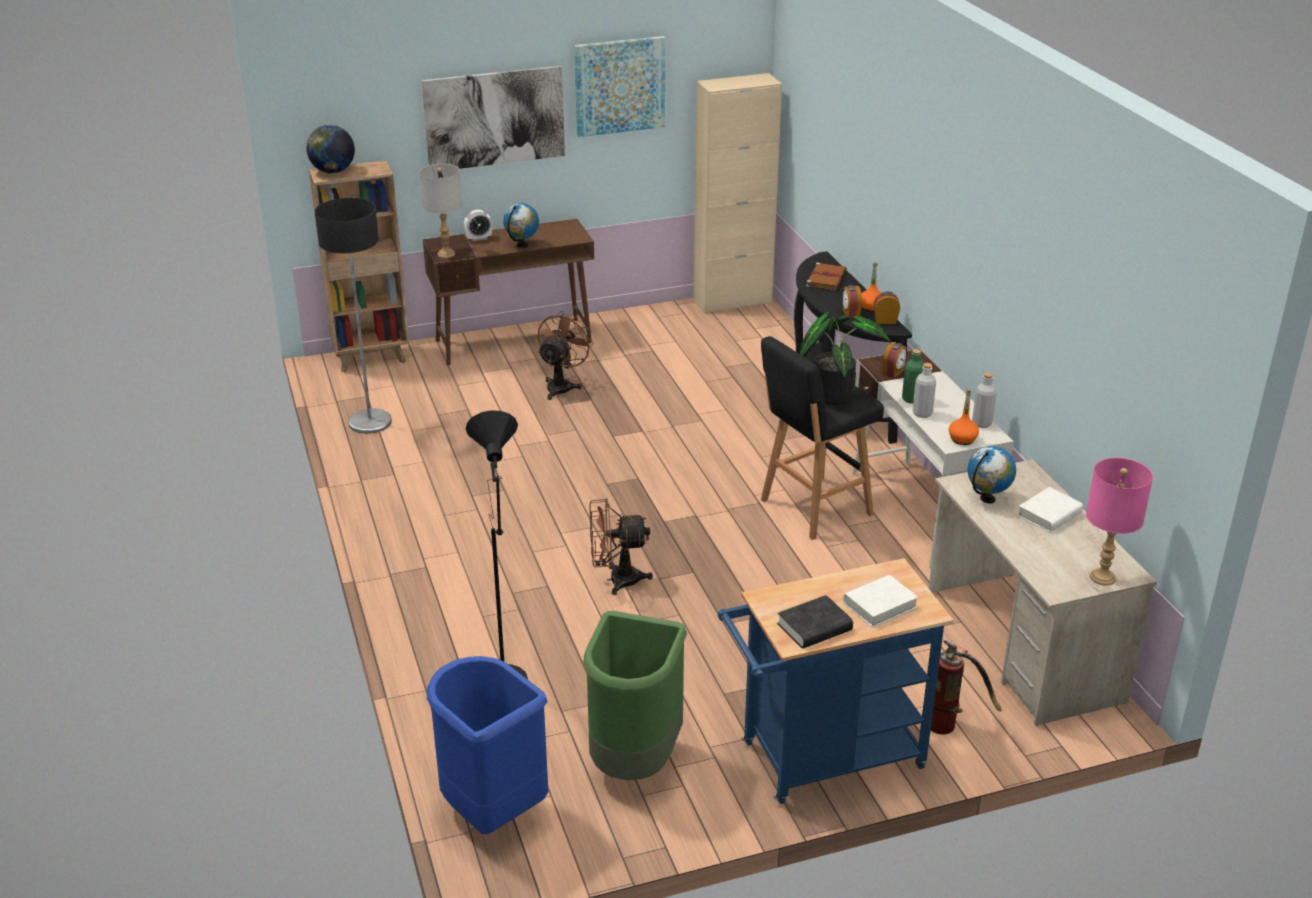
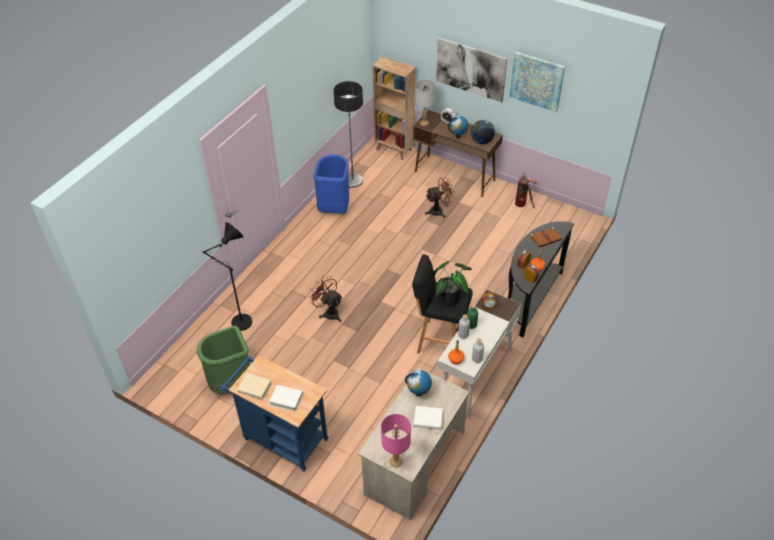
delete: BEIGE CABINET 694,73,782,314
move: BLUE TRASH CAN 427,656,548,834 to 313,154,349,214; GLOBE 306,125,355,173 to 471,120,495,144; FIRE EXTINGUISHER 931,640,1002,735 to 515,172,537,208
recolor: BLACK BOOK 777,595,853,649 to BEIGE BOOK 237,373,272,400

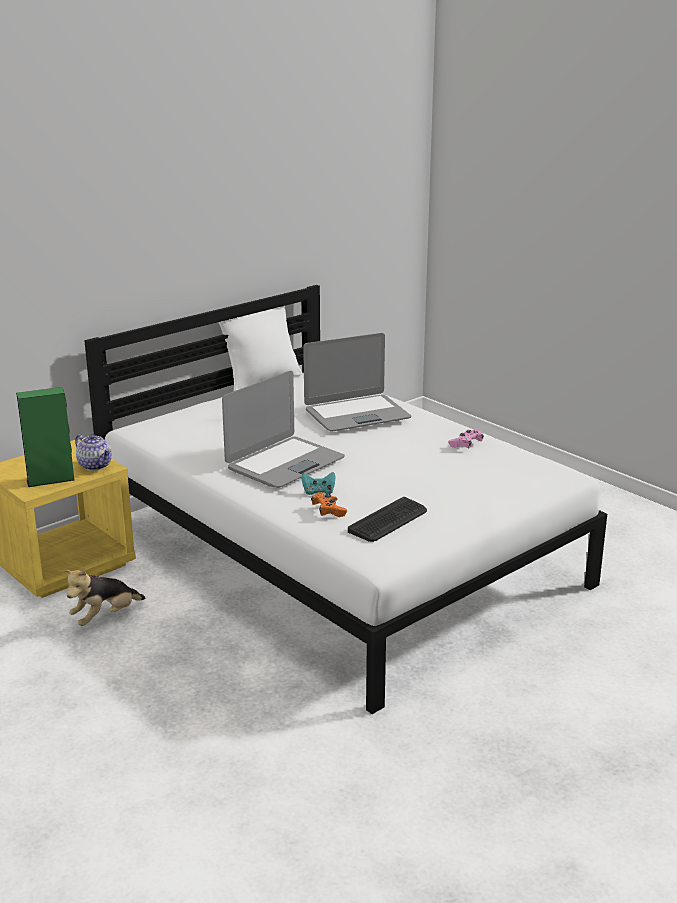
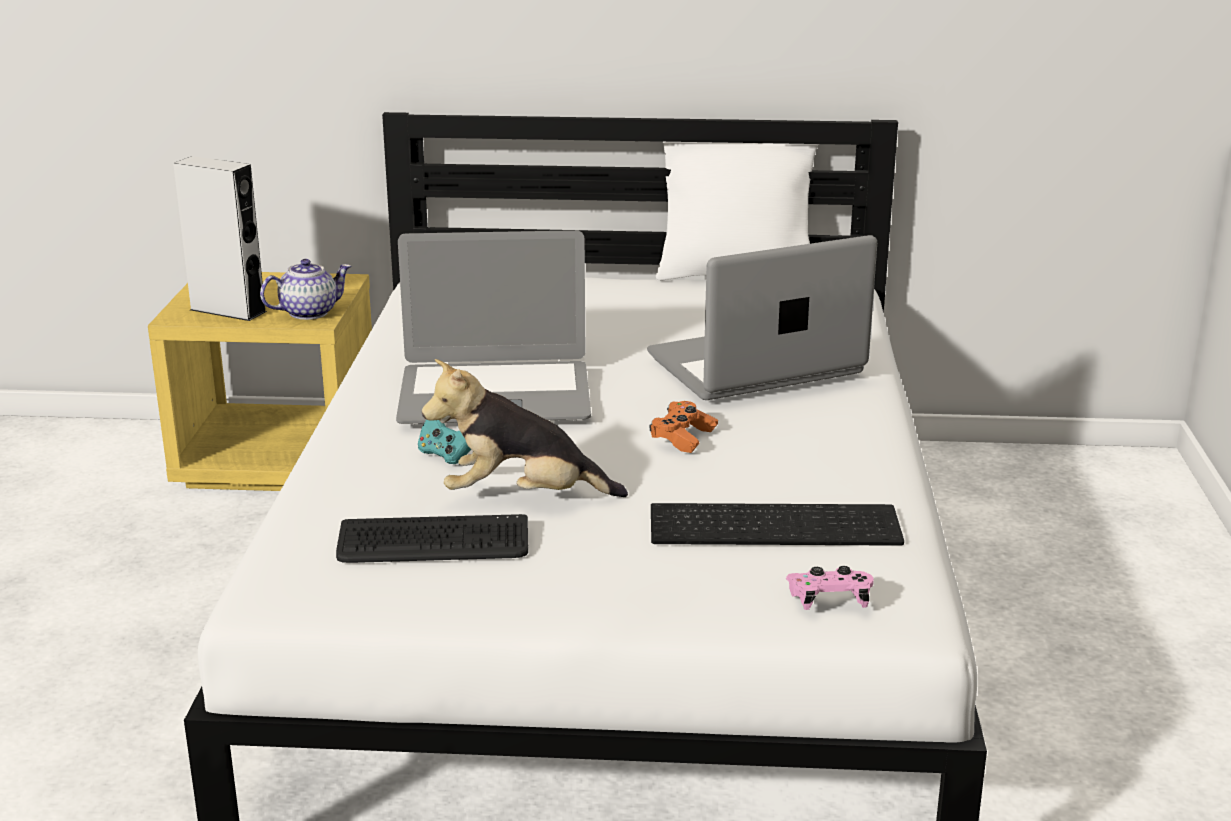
insert: KEYBOARD 651,503,904,546
move: PLUSH TOY 63,570,145,626 to 422,359,628,497; ORANGE GAME CONTROLLER 311,492,347,517 to 649,401,718,453; PINK GAME CONTROLLER 448,430,484,448 to 786,566,874,610
recolor: GREEN SPEAKER 16,387,75,487 to GREY SPEAKER 173,156,267,321
rotate: TEAPOT 75,434,112,471 = 260,259,352,320 120 degrees counterclockwise; LAPTOP 303,333,411,432 = 647,235,877,400 135 degrees clockwise

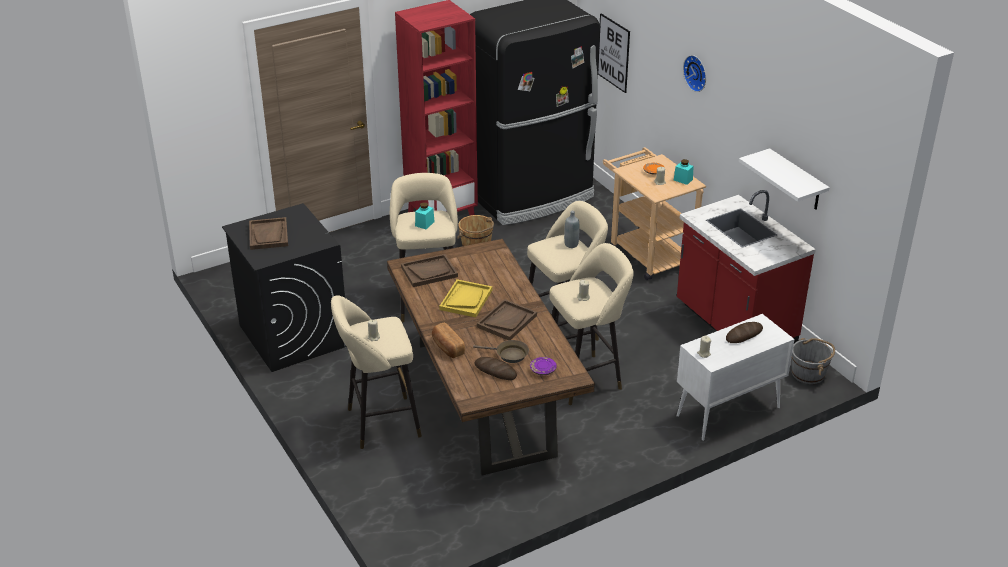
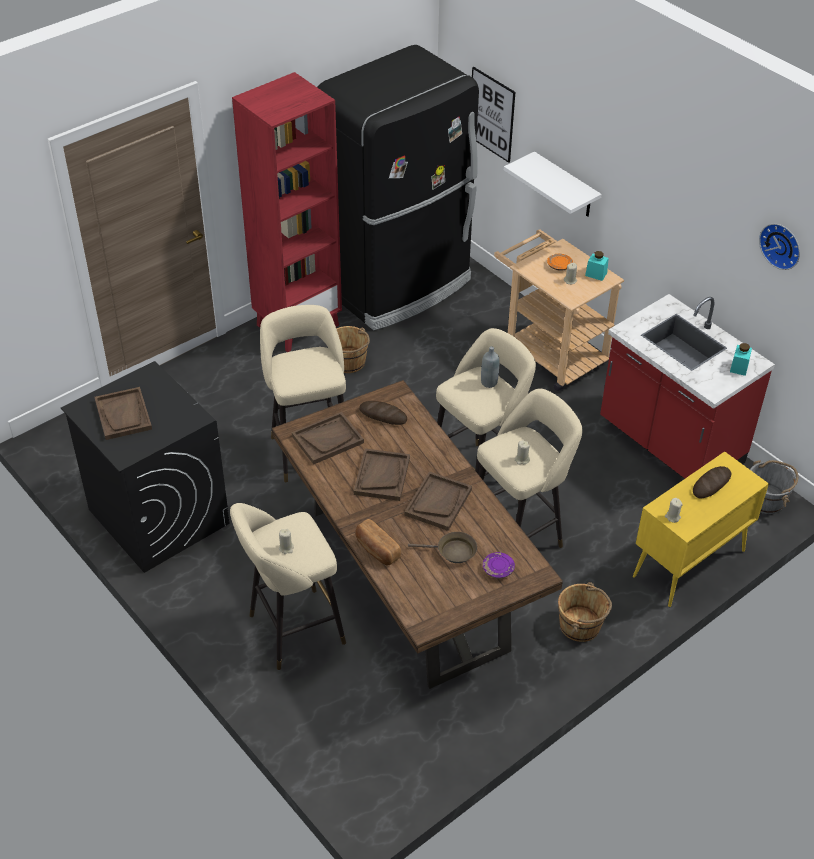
insert: BROWN BUCKET 558,582,612,642
move: BREAD 475,357,517,380 to 359,401,407,425; WHITE SHELF 739,148,830,210 to 504,152,602,217; TURQUOISE JAR 415,202,435,229 to 730,343,752,376; WALL CLOCK 683,55,706,92 to 759,224,800,270
recolor: YELLOW TRAY 439,279,492,317 to BROWN TRAY 354,449,410,501; WHITE CABINET 676,314,794,441 to YELLOW CABINET 633,452,769,607

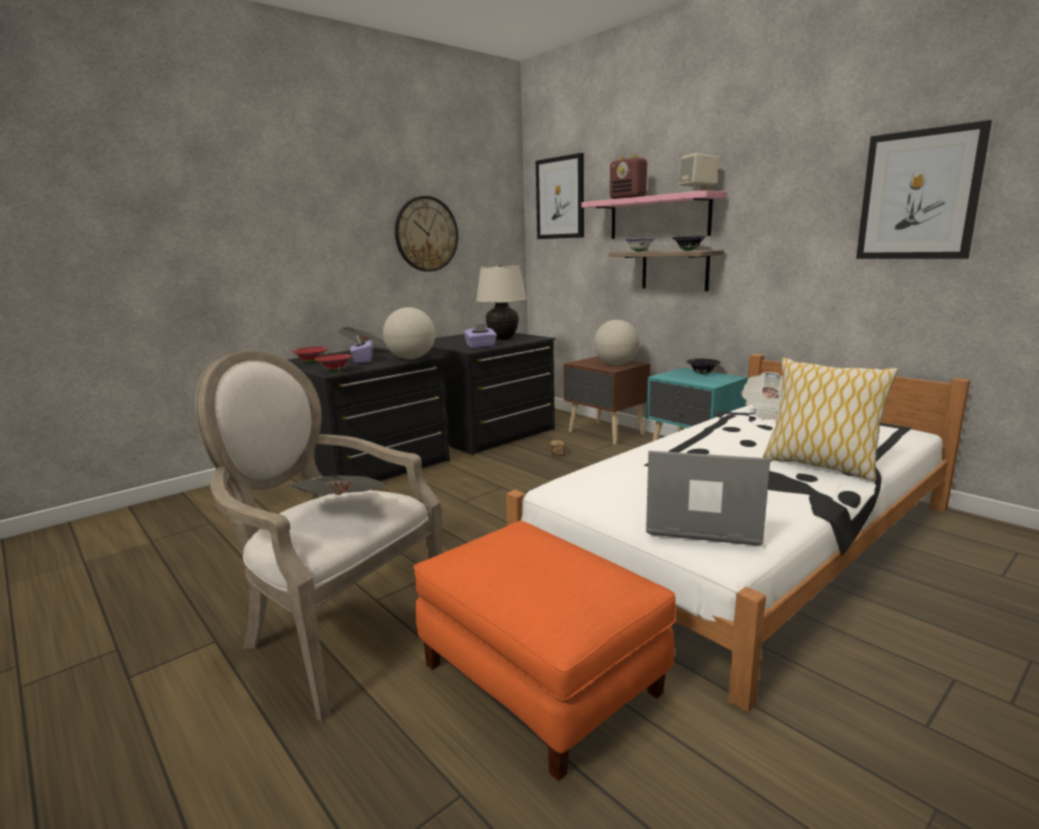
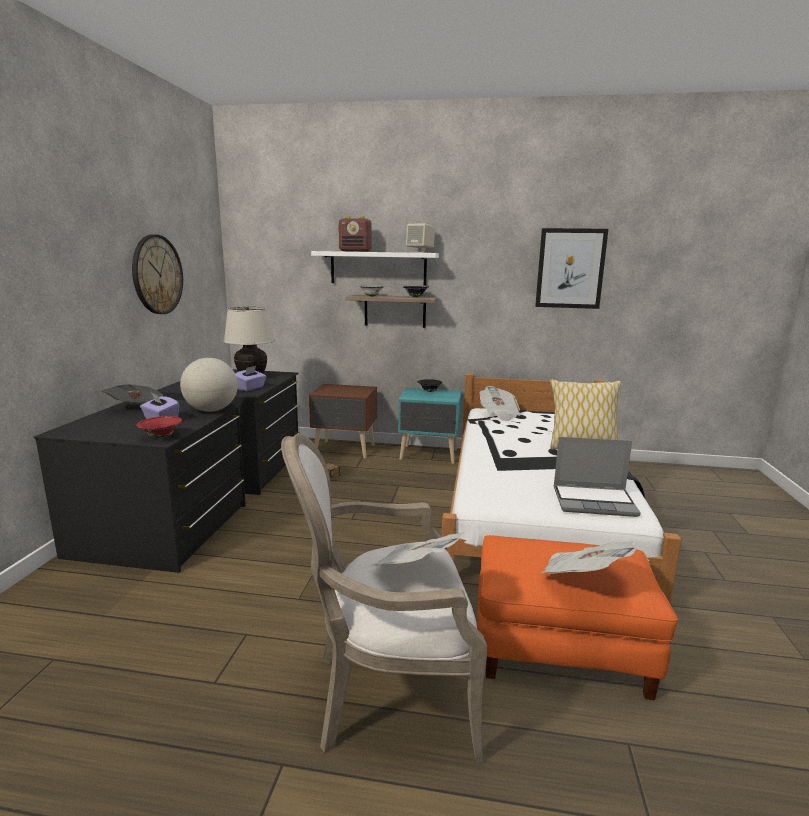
delete: RED BOWL 292,347,328,364; PICTURE 536,153,584,239; GLOBE 594,320,640,365
insert: NEWSPAPER 541,541,636,574
recolor: PINK SHELF 581,190,727,239 to WHITE SHELF 311,251,439,286
rotate: LAPTOP 646,451,770,546 = 554,437,641,517 150 degrees counterclockwise

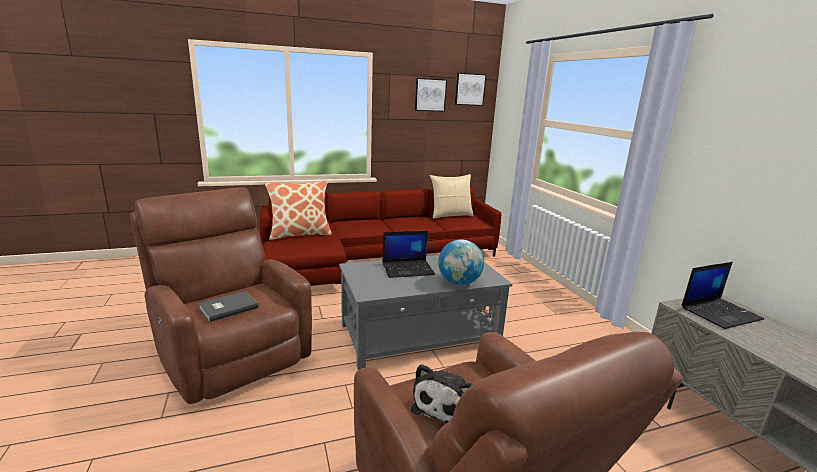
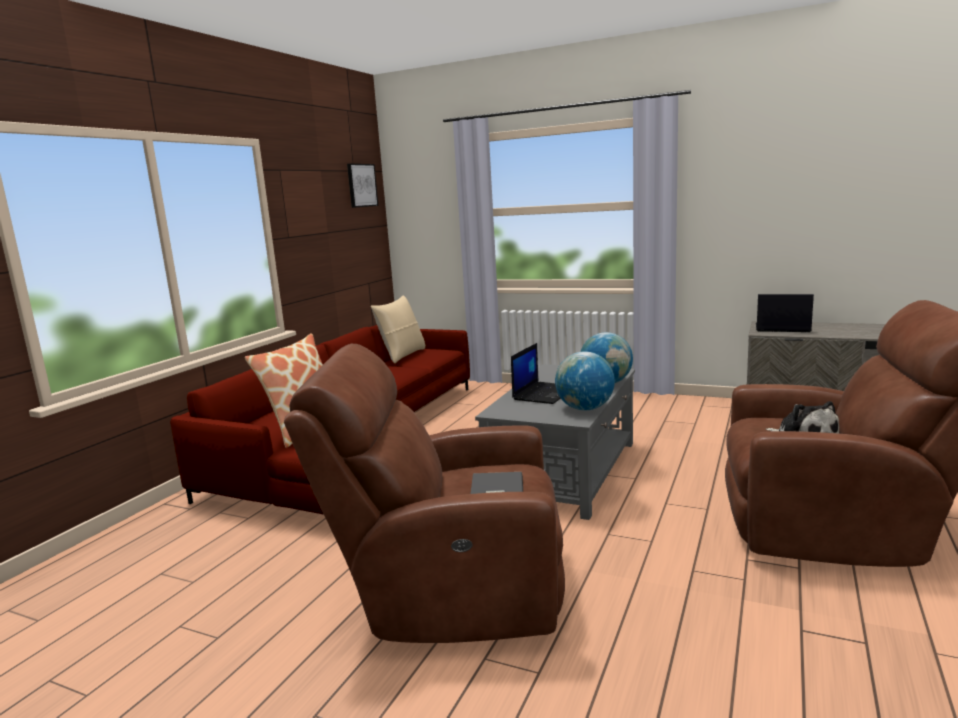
delete: PICTURE 415,78,447,112
insert: GLOBE 555,351,615,410
rotate: LAPTOP 682,262,764,329 = 756,294,814,332 90 degrees counterclockwise

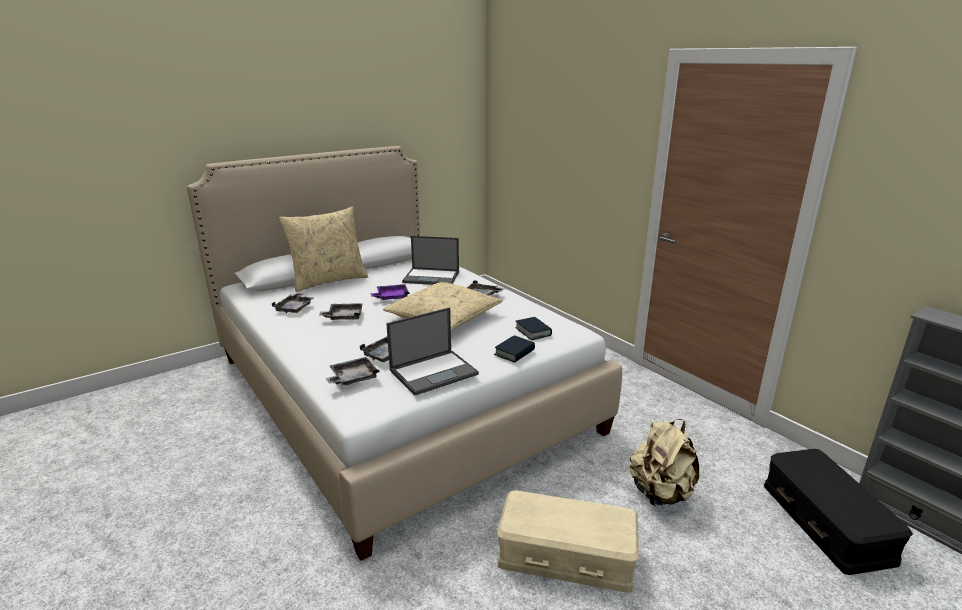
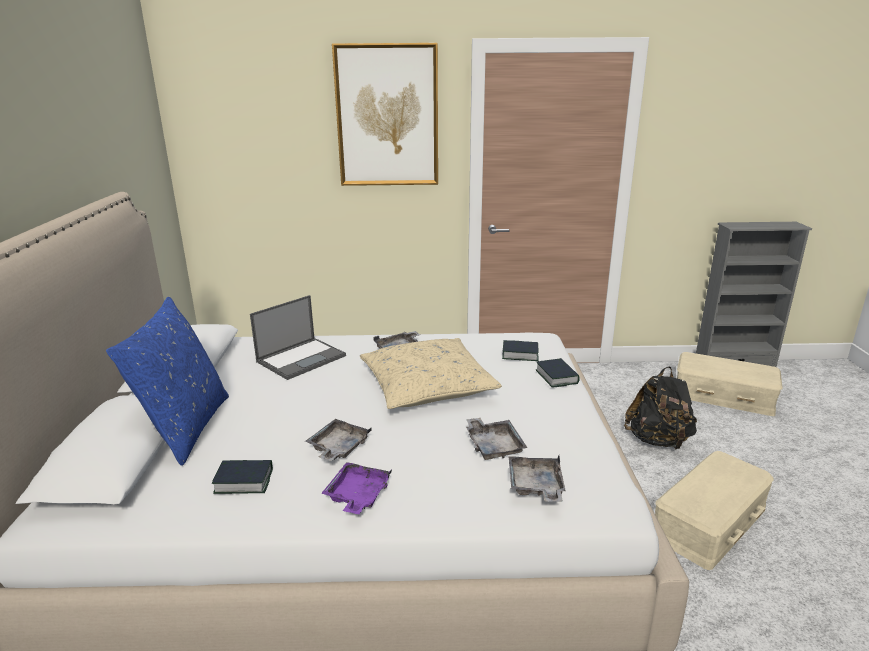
delete: LAPTOP 386,307,479,395
insert: PICTURE 332,43,438,186
move: PURPLE TRAY 371,284,410,300 to 321,462,392,514
replace: GREY TRAY 272,292,314,313 to BOOK 212,460,273,494
recolor: BEIGE PILLOW 279,206,368,292 to BLUE PILLOW 106,296,229,466; BEIGE BACKPACK 630,419,699,506 to BLACK BACKPACK 624,367,697,449; BLACK STORAGE BOX 764,449,913,575 to BEIGE STORAGE BOX 677,352,783,416

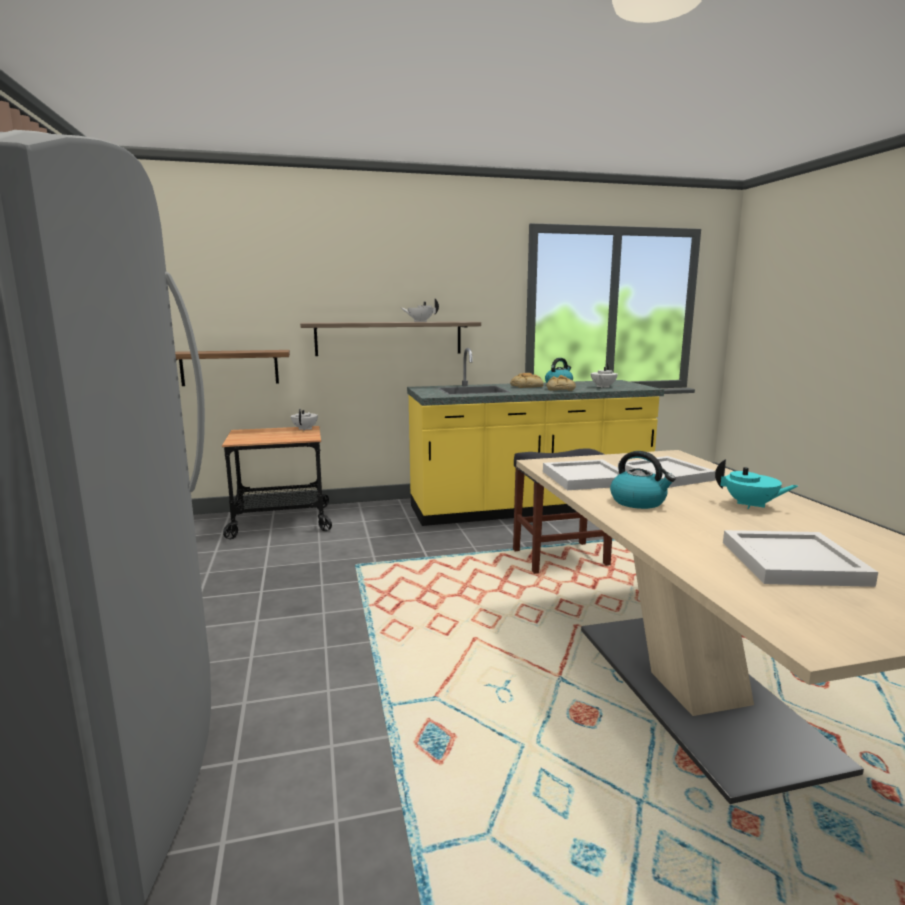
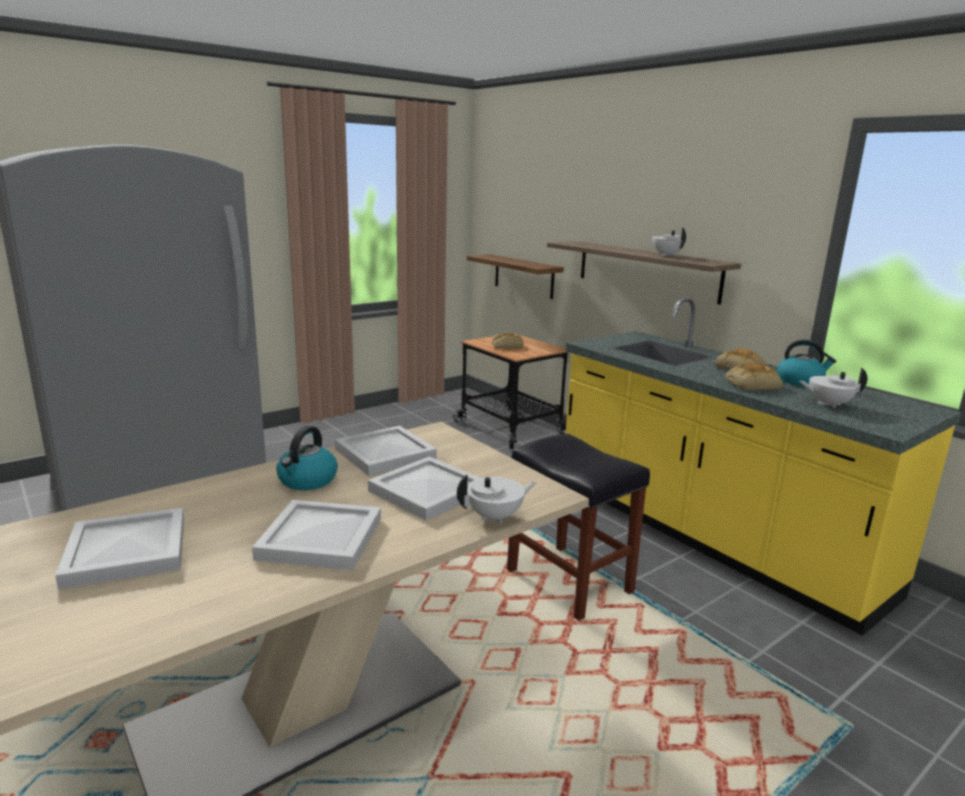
insert: BREAD 492,333,524,349
move: WHITE TEAPOT 291,409,318,431 to 457,474,537,525
replace: TURQUOISE TEAPOT 715,459,798,509 to WHITE TRAY 252,500,381,570

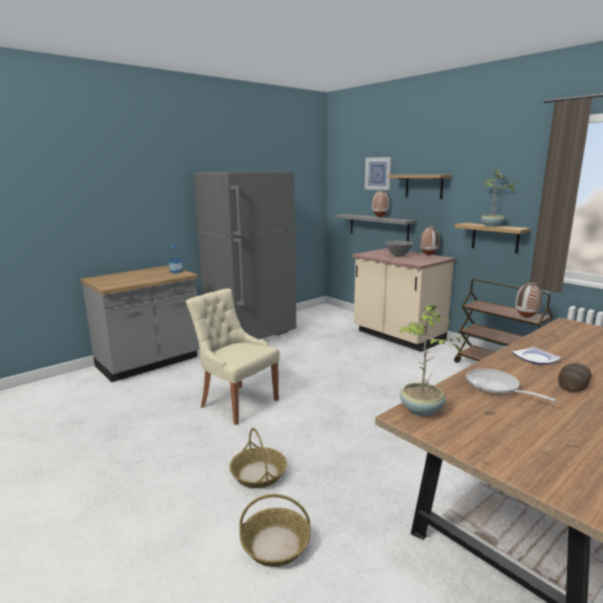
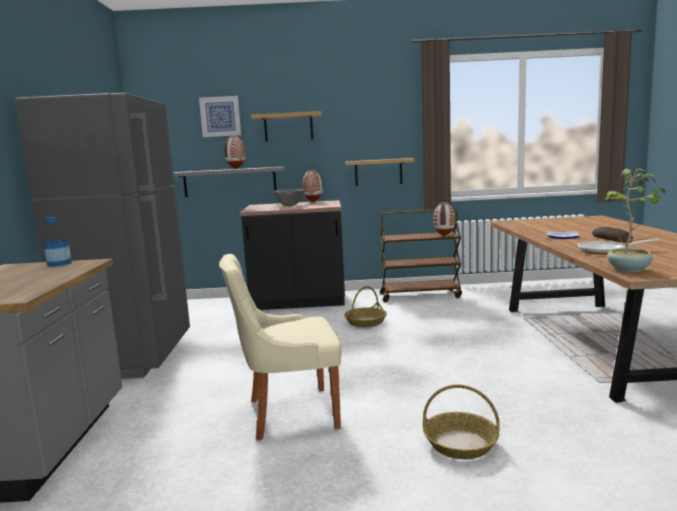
delete: POTTED PLANT 481,170,517,227
move: BASKET 239,494,311,567 to 344,286,387,327
recolor: BEIGE COUNTER 353,248,455,352 to BLACK COUNTER 240,200,345,310

